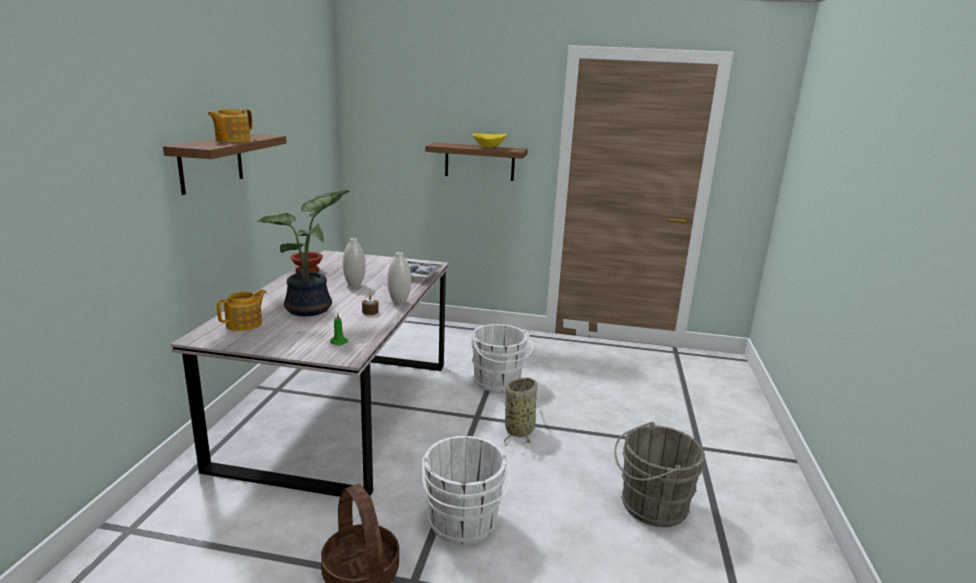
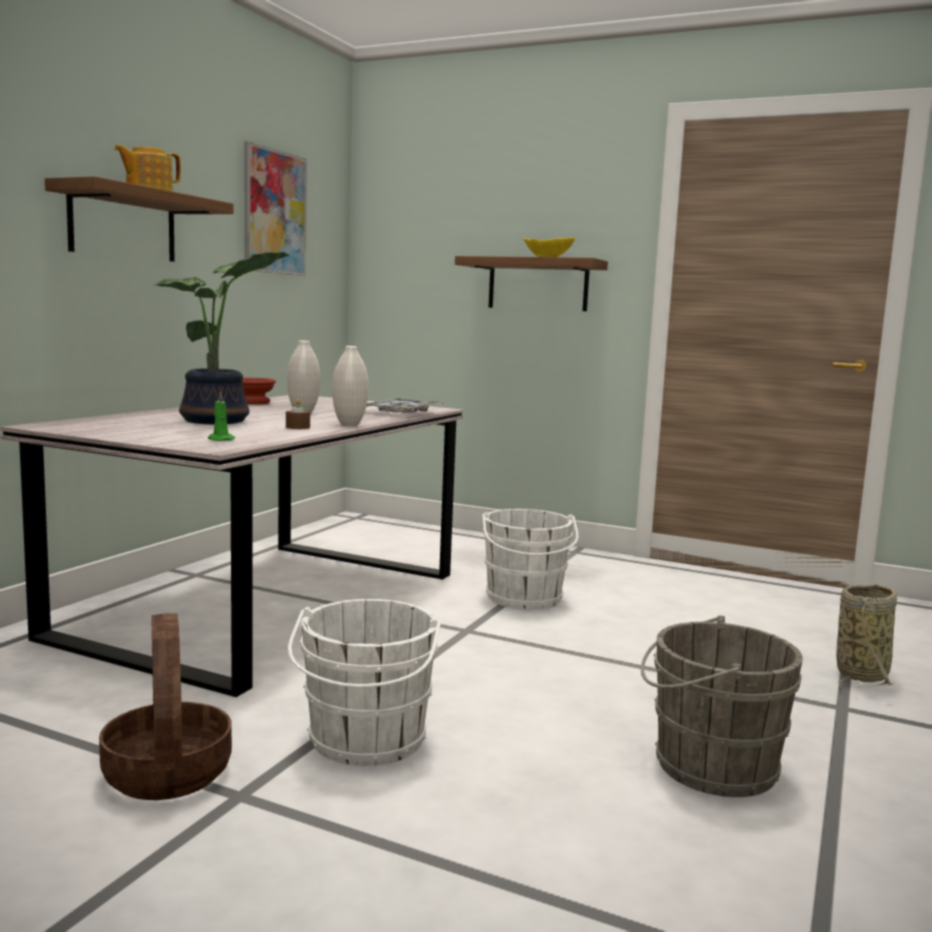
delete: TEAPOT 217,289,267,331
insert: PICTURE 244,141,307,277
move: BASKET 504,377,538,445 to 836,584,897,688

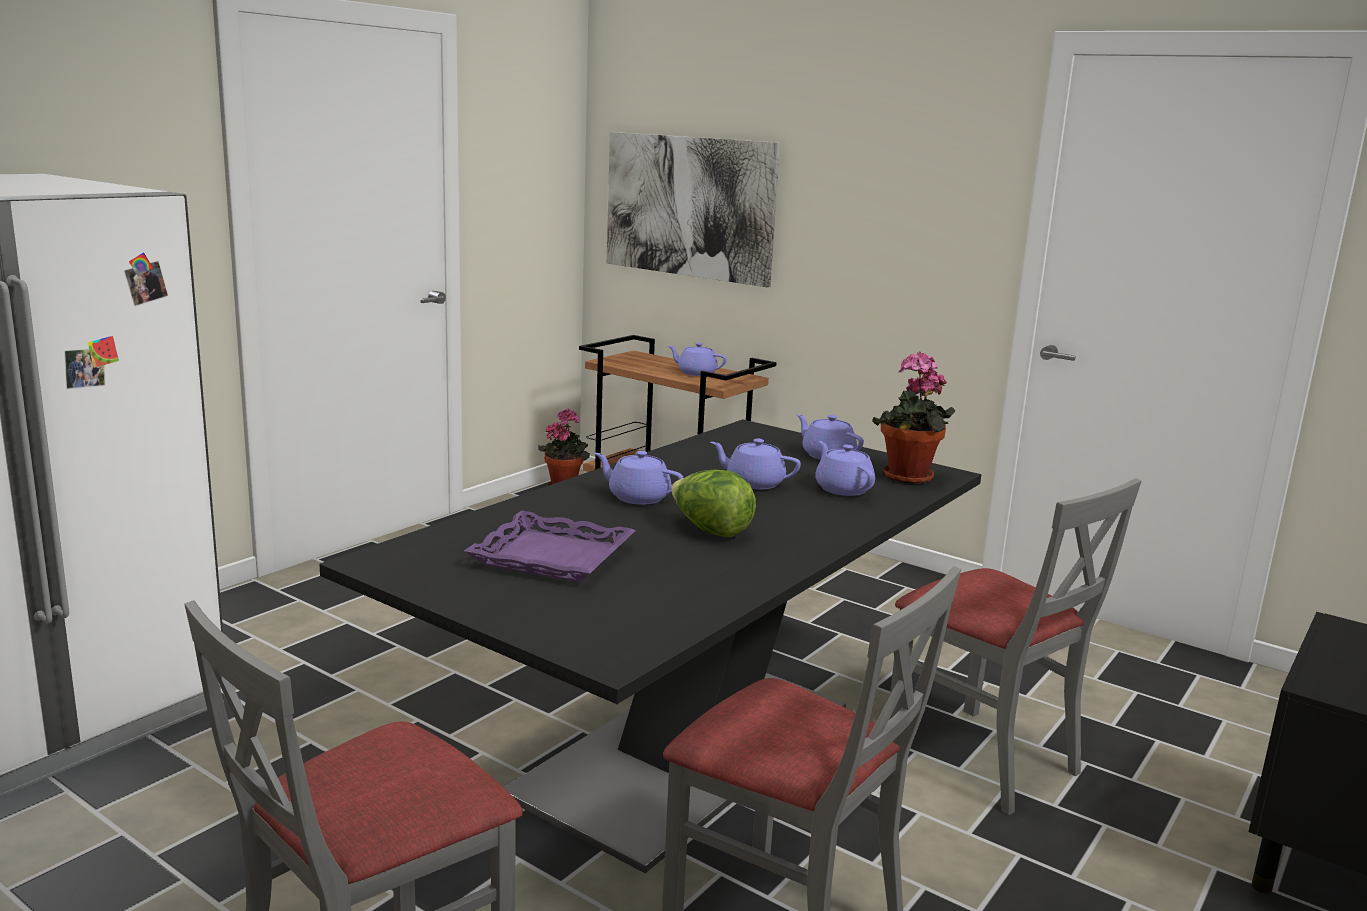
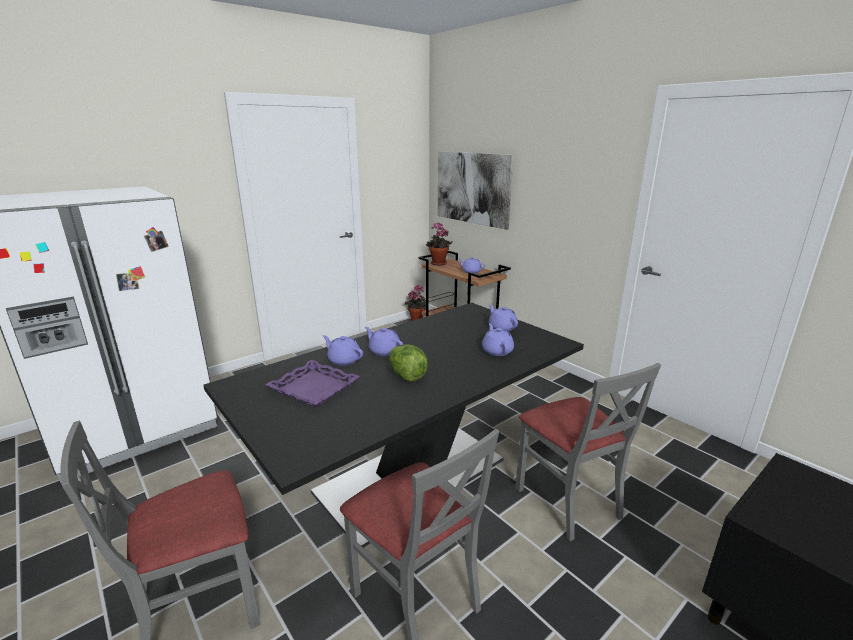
move: PURPLE TEAPOT 710,439,801,490 to 323,335,363,366; POTTED PLANT 872,351,955,484 to 426,223,453,266

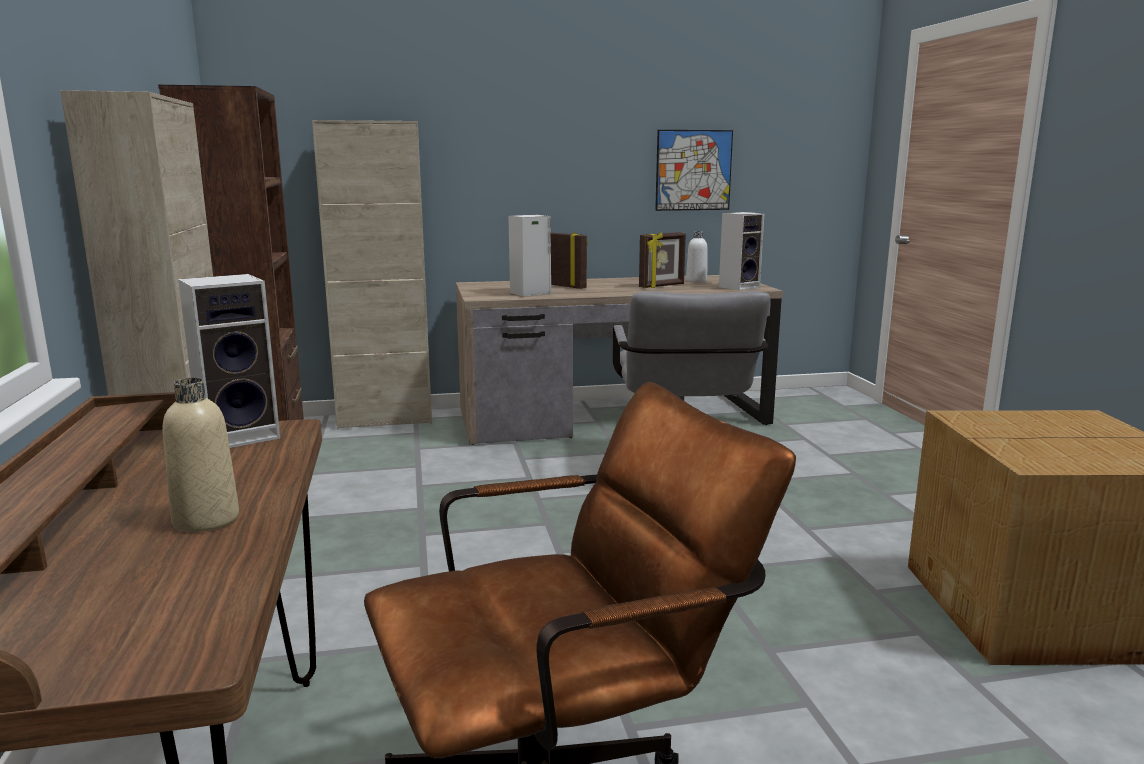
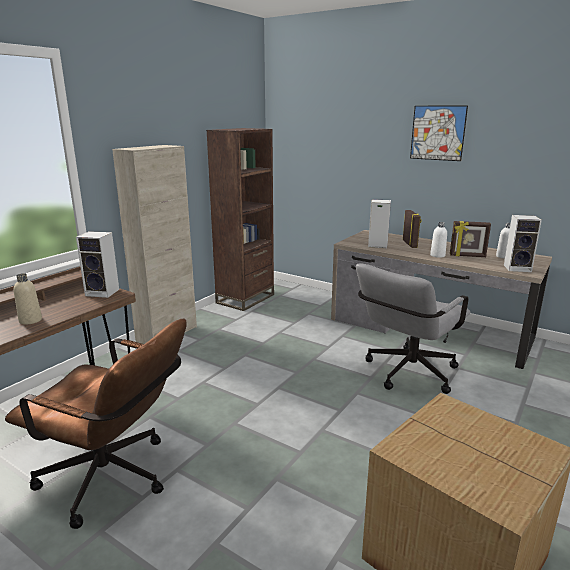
delete: BEIGE CABINET 312,120,432,430
insert: WHITE BOTTLE 430,222,447,258
move: PICTURE 655,130,733,211 to 410,106,468,161

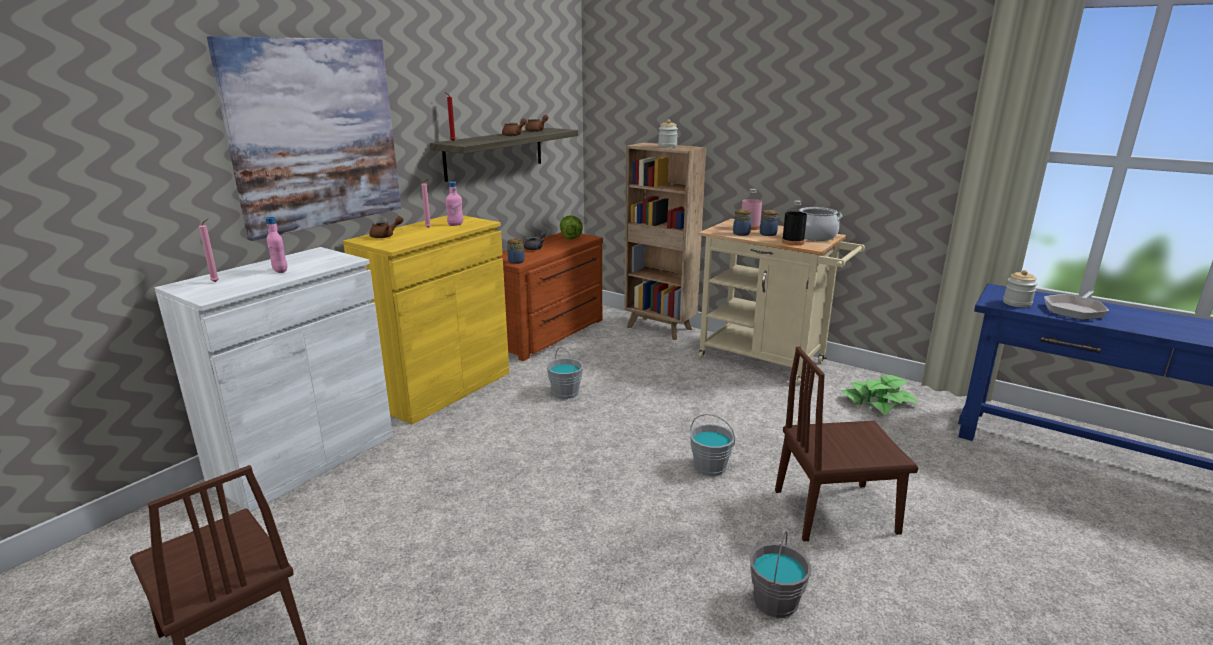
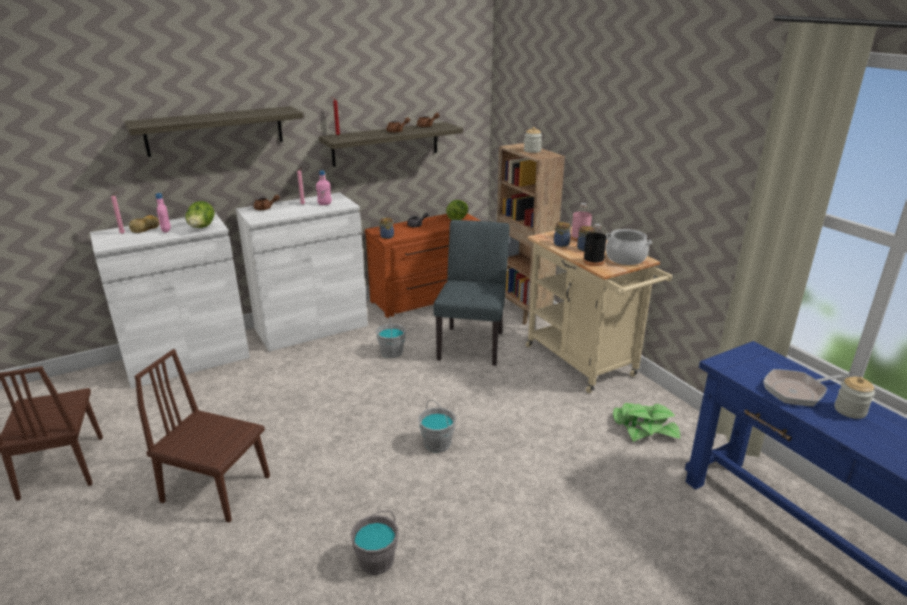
insert: BREAD 129,215,160,233; LETTUCE 185,201,214,228; GREY CHAIR 433,220,510,366
move: BROWN CHAIR 775,347,919,541 to 134,349,270,523; JAR 1003,270,1038,308 to 835,377,875,419
replace: PICTURE 207,36,401,241 to SHELF 125,106,304,157
recolor: YELLOW CABINET 343,215,509,424 to WHITE CABINET 236,192,368,352

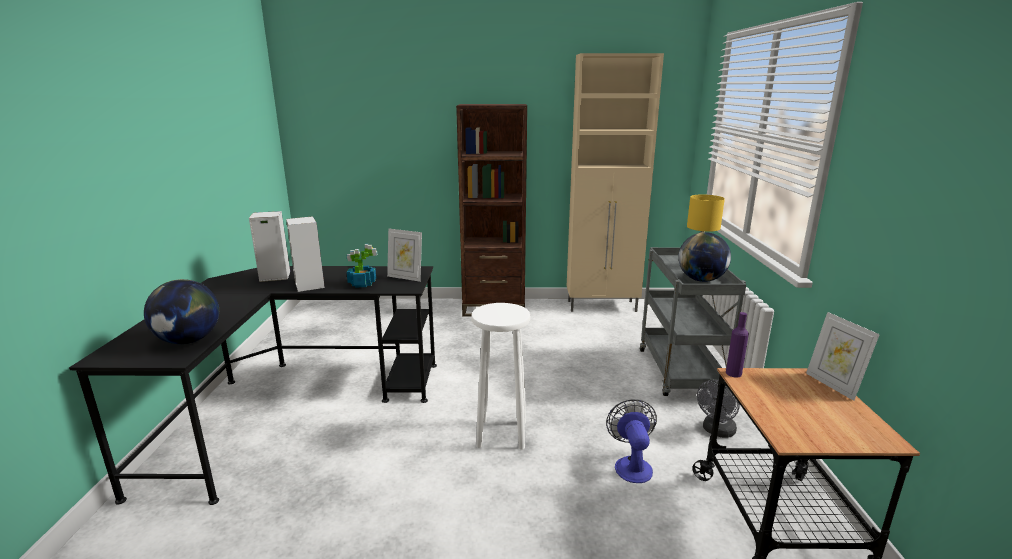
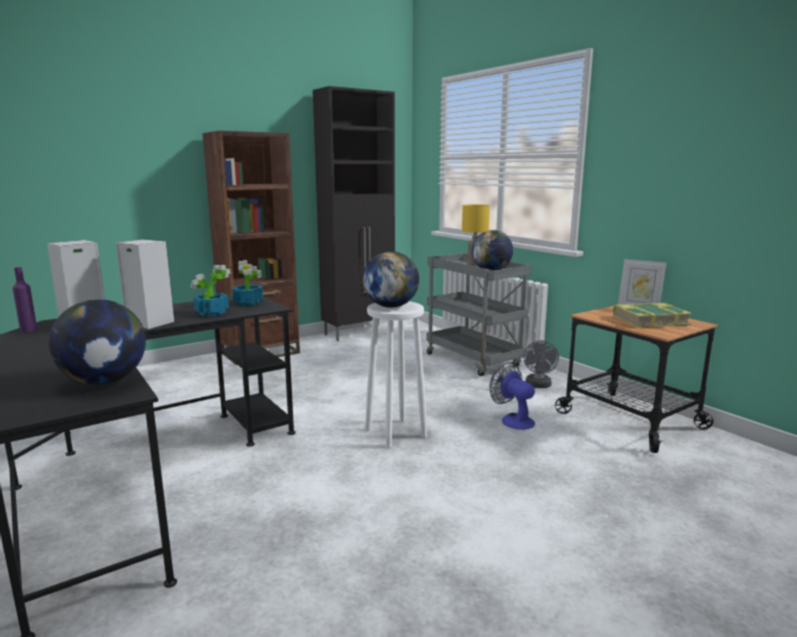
insert: GLOBE 363,251,419,308; BOOK 613,303,692,328
move: PURPLE BOTTLE 726,312,749,378 to 13,267,37,332
replace: PICTURE FRAME 387,228,422,282 to POTTED PLANT 232,260,263,306
recolor: BEIGE CABINET 567,53,664,312 to BLACK CABINET 313,86,395,341

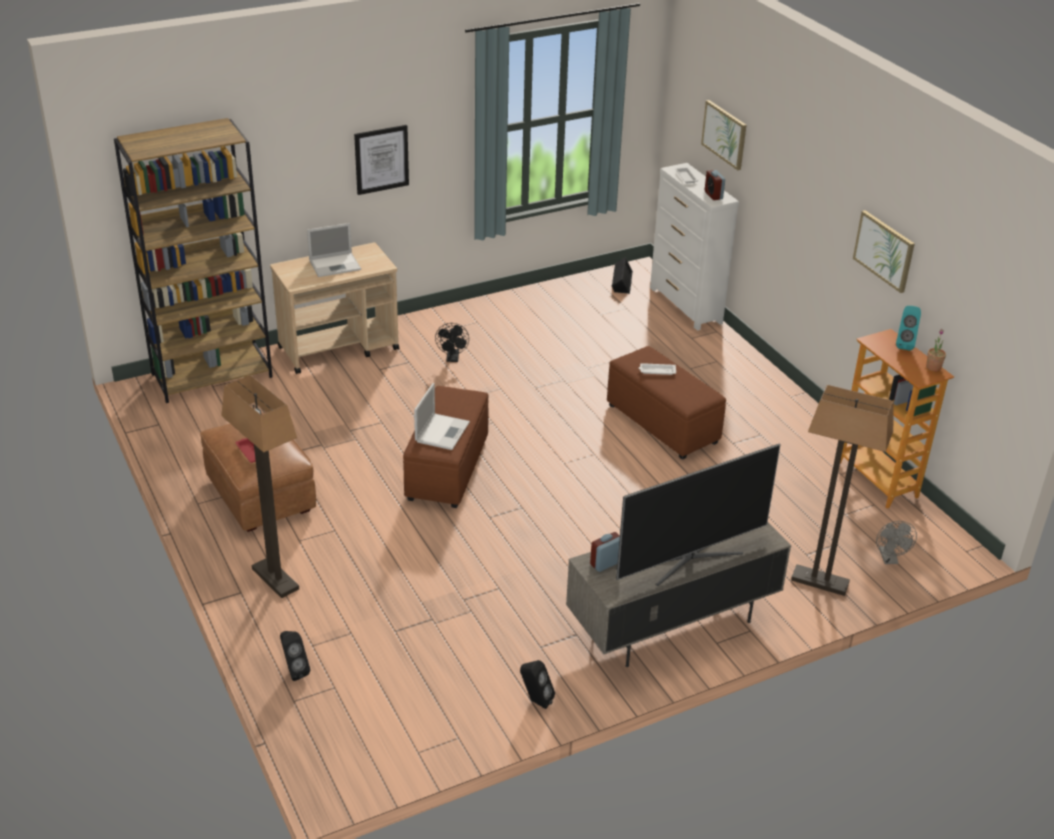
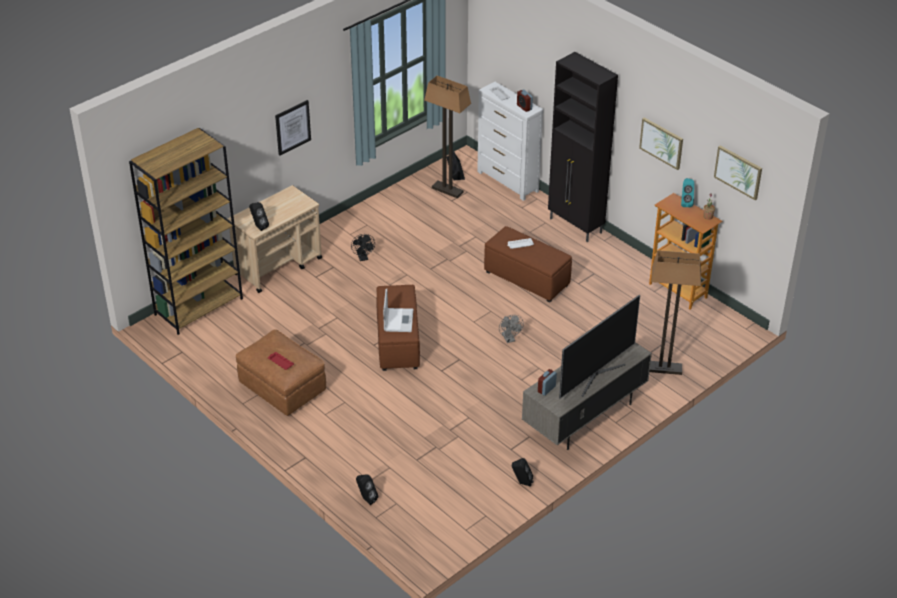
delete: LAPTOP 307,223,361,277
insert: BLACK SPEAKER 249,202,269,231; BLACK CABINET 548,52,618,242
move: FLOOR LAMP 221,375,299,598 to 424,76,471,198; GREY FAN 876,521,917,564 to 499,315,524,343; PICTURE 701,100,747,170 to 714,146,762,200

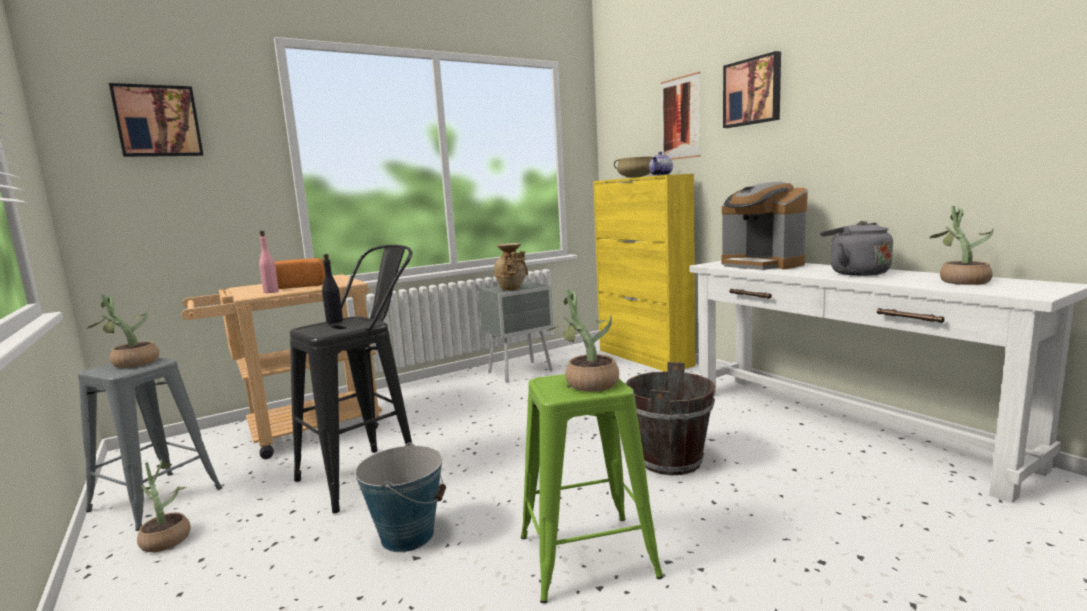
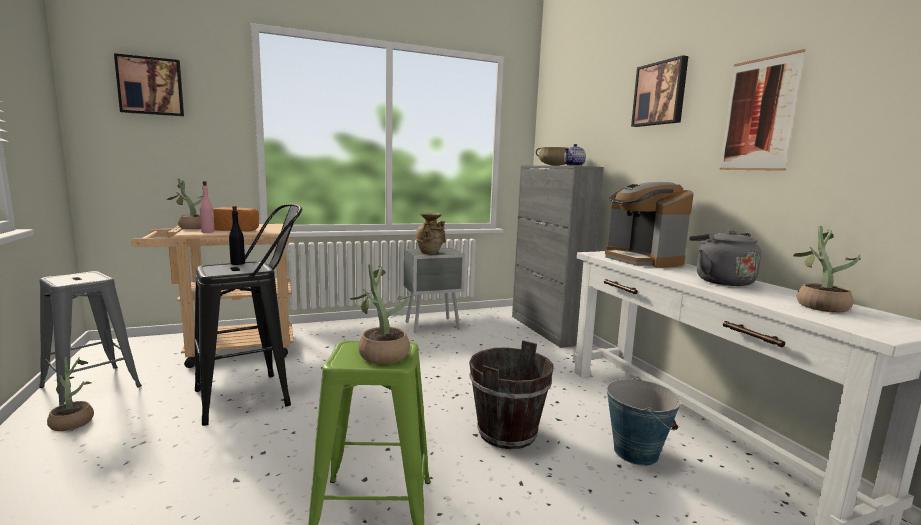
move: POTTED PLANT 86,294,159,368 to 167,179,203,229; BUCKET 355,442,446,552 to 607,377,681,466; PICTURE 661,72,701,160 to 720,49,806,171
recolor: YELLOW CABINET 593,174,695,372 to GREY CABINET 512,165,604,348

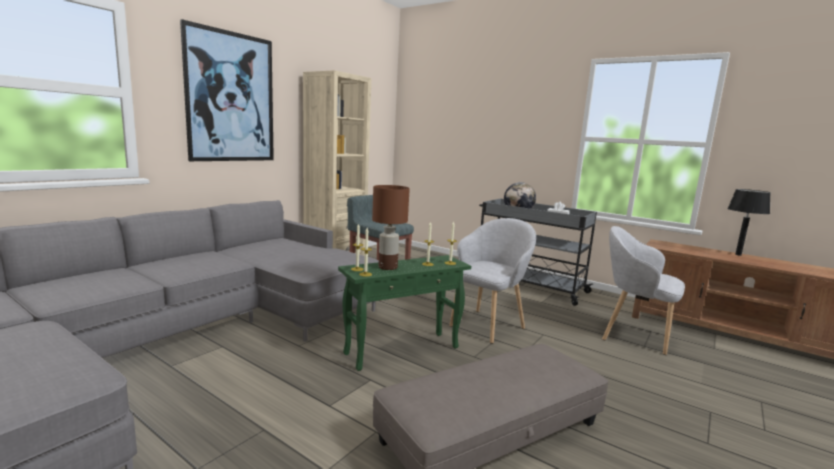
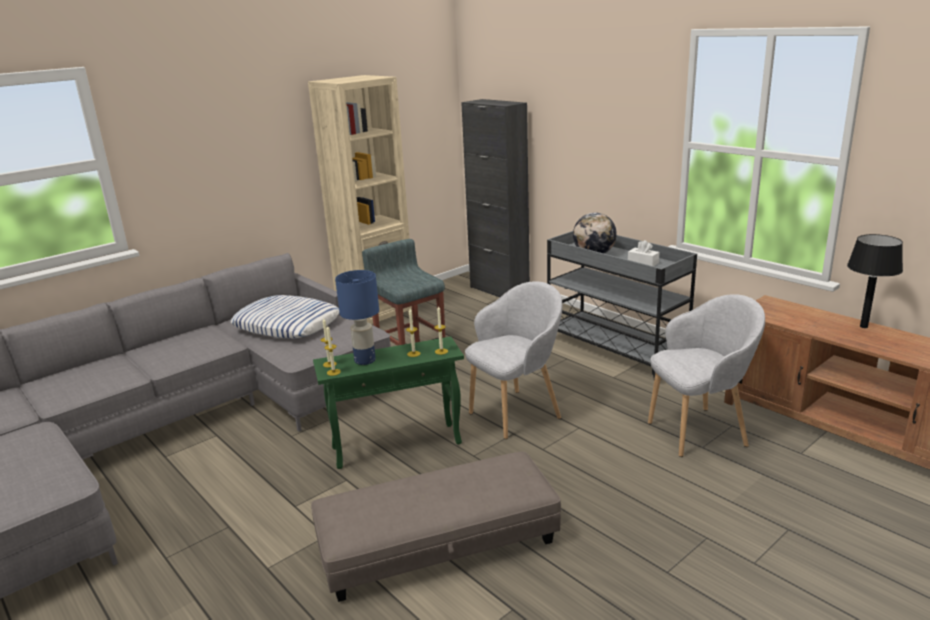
delete: PICTURE 180,19,274,161
insert: PILLOW 230,295,339,339; BLACK CABINET 461,99,530,297
recolor: BROWN TABLE LAMP 372,185,410,270 to BLUE TABLE LAMP 335,270,379,365
rotate: GREY ARMCHAIR 602,226,685,355 = 648,294,765,457 120 degrees clockwise

